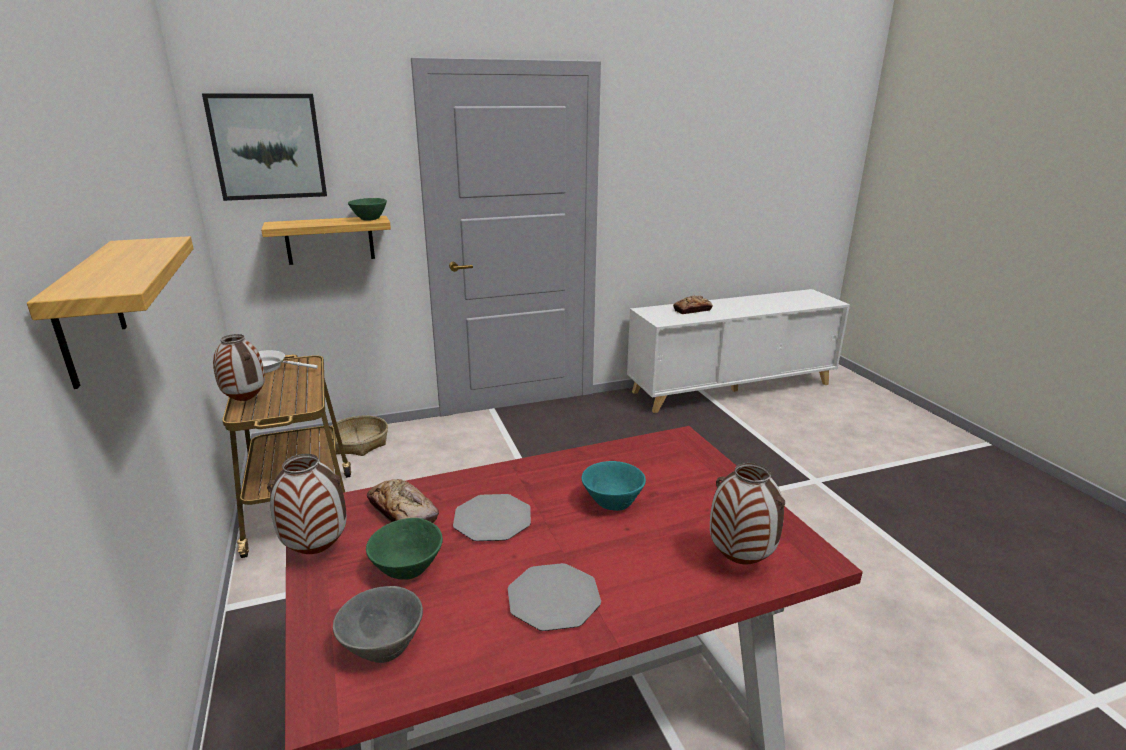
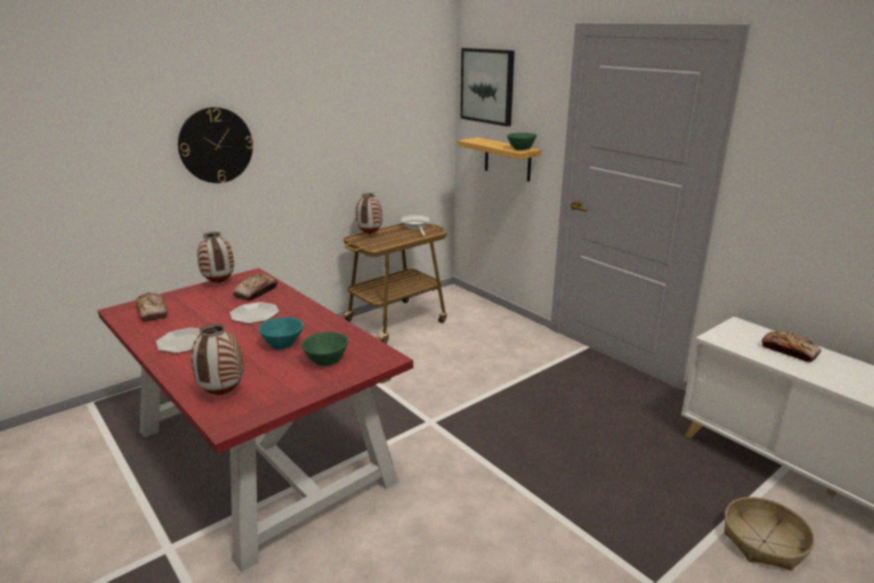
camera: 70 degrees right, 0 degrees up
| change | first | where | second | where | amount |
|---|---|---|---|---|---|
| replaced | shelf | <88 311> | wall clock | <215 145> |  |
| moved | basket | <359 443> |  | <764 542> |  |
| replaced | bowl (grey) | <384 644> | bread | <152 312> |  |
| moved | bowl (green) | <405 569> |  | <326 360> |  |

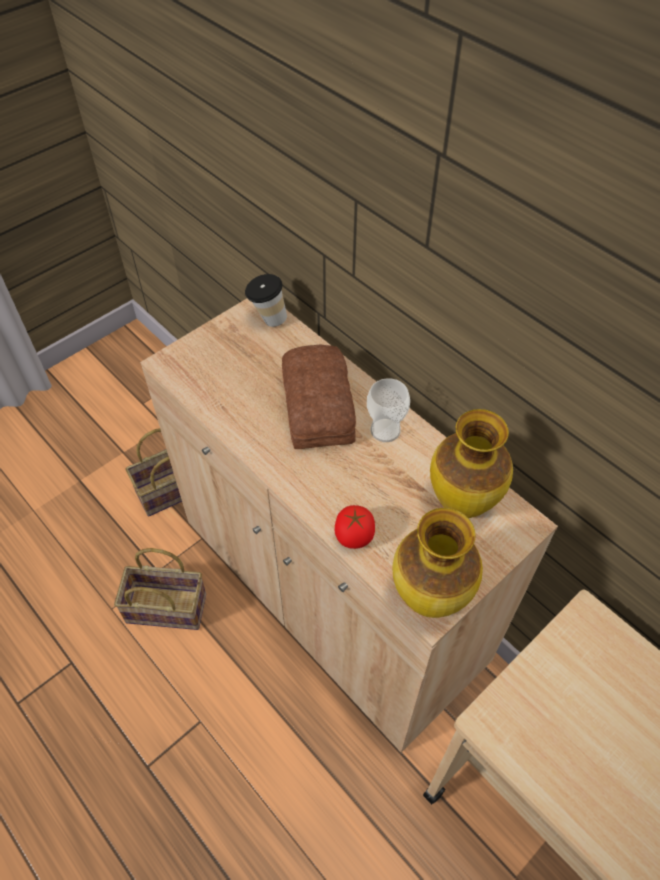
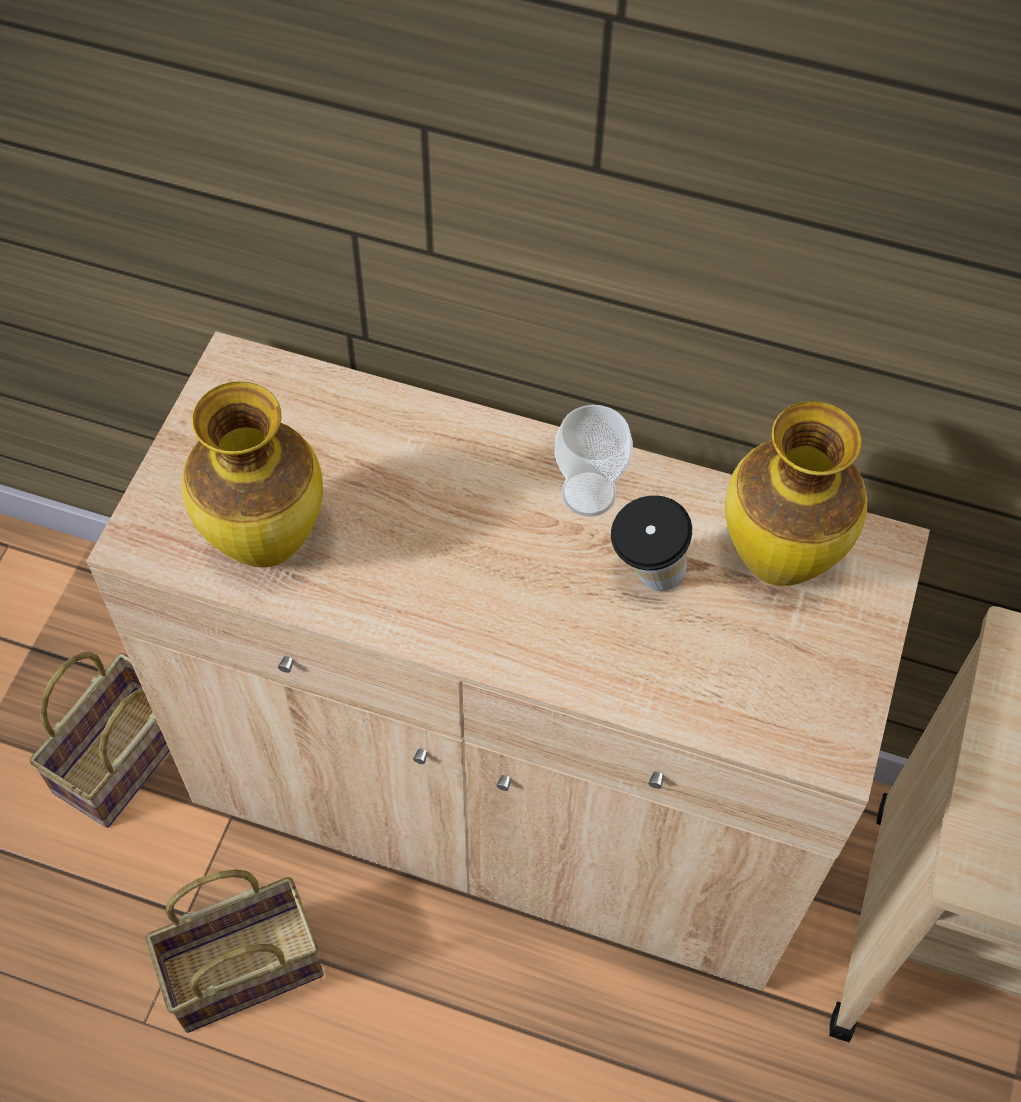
camera: 30 degrees left, 5 degrees up
| change | first | where | second | where | amount |
|---|---|---|---|---|---|
| moved | cup | <267 319> |  | <646 577> |  |
| removed | bread | <319 404> |  |  |  |
| removed | tomato | <354 535> |  |  |  |
| moved | vase | <428 600> |  | <265 546> |  |

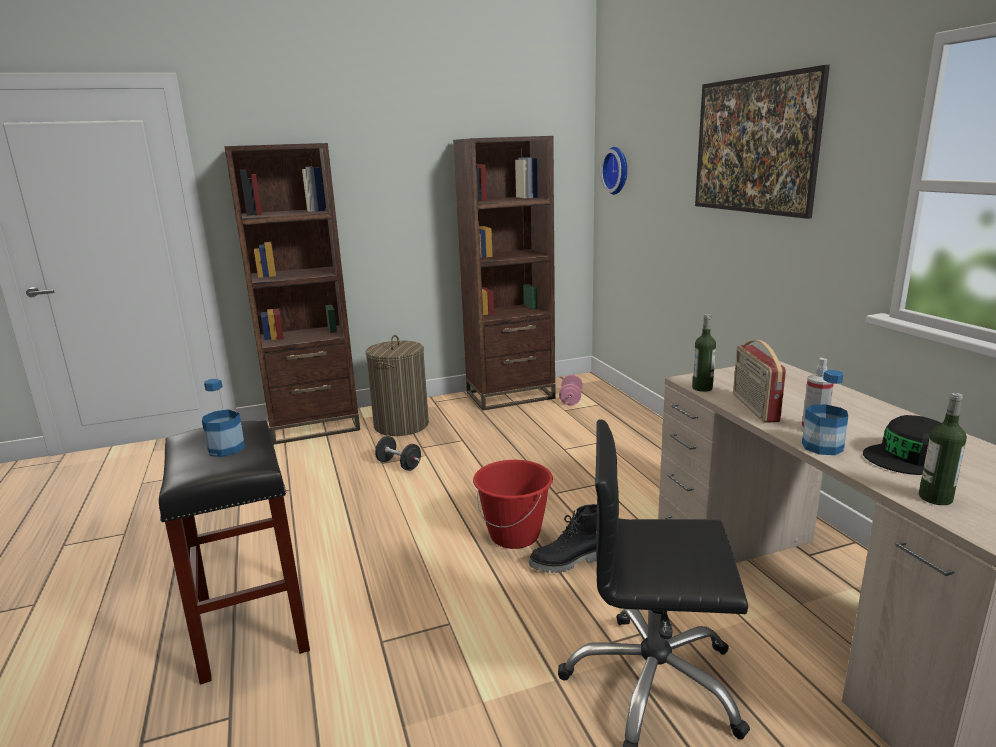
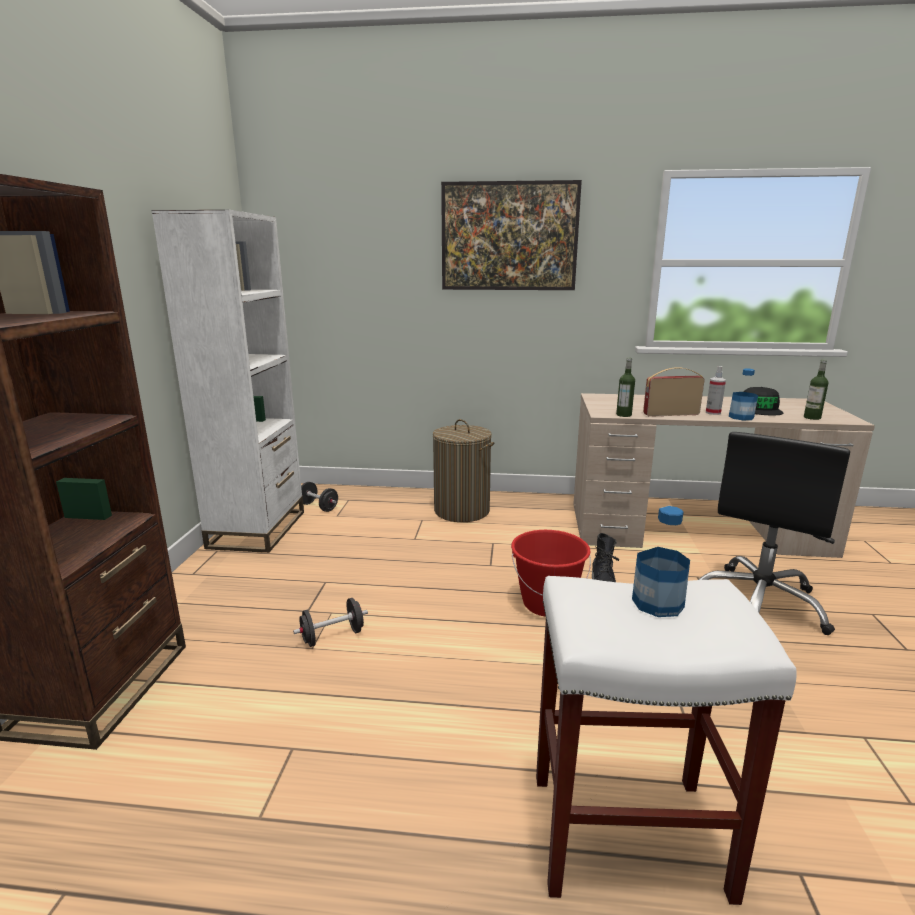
camera: 65 degrees left, 0 degrees up
| change | first | where | second | where | amount |
|---|---|---|---|---|---|
| recoloured | stool (black) | <250 624> | stool (white) | <625 835> |  |
| moved | laundry basket | <401 425> |  | <462 511> |  |
| recoloured | bookcase (brown) | <510 395> | bookcase (white) | <258 529> |  |
| recoloured | dumbbell (pink) | <571 399> | dumbbell (black) | <318 507> |  |
| removed | wall clock | <617 170> |  |  |  |
| turned | radio | <754 408> |  | <670 414> | 150 degrees clockwise |

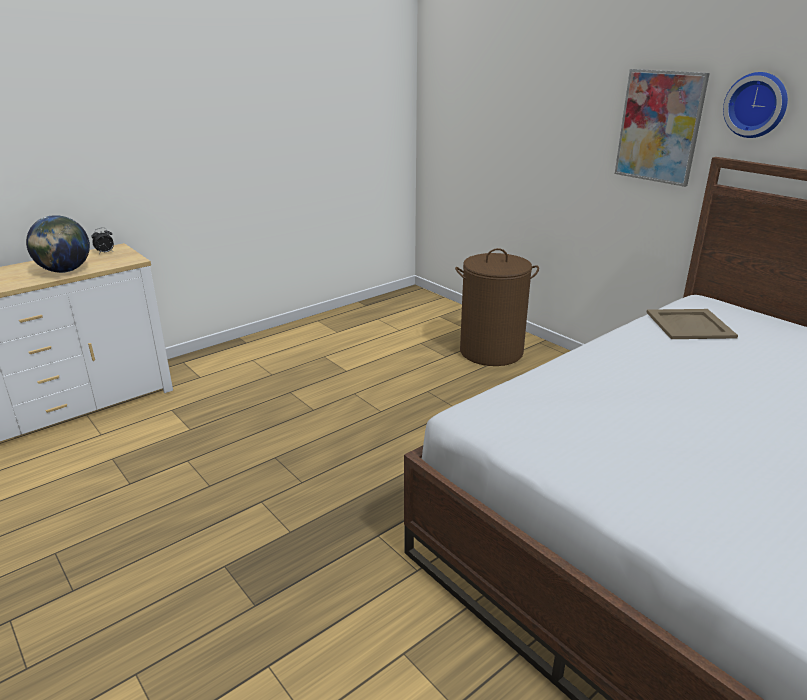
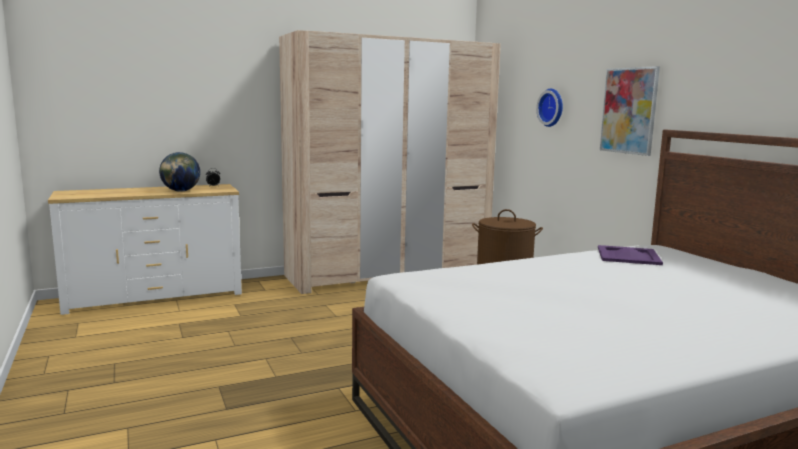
camera: 15 degrees right, 15 degrees down
| change | first | where | second | where | amount |
|---|---|---|---|---|---|
| recoloured | tray (beige) | <690 324> | tray (purple) | <628 256> |  |
| moved | wall clock | <756 105> |  | <552 107> |  |
| added |  |  | wardrobe (beige) | <389 273> |  |

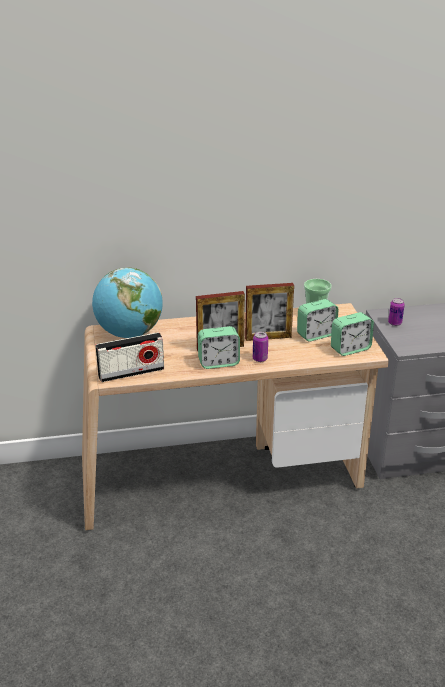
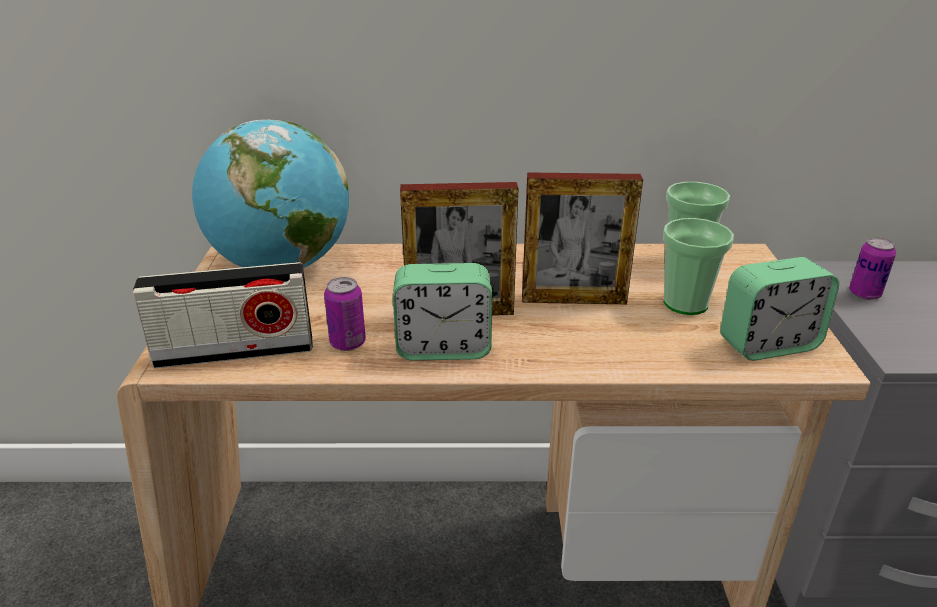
camera: 10 degrees right, 0 degrees up
| change | first | where | second | where | amount |
|---|---|---|---|---|---|
| moved | can | <260 359> |  | <347 343> |  |
| replaced | alarm clock | <316 335> | cup | <685 303> |  |

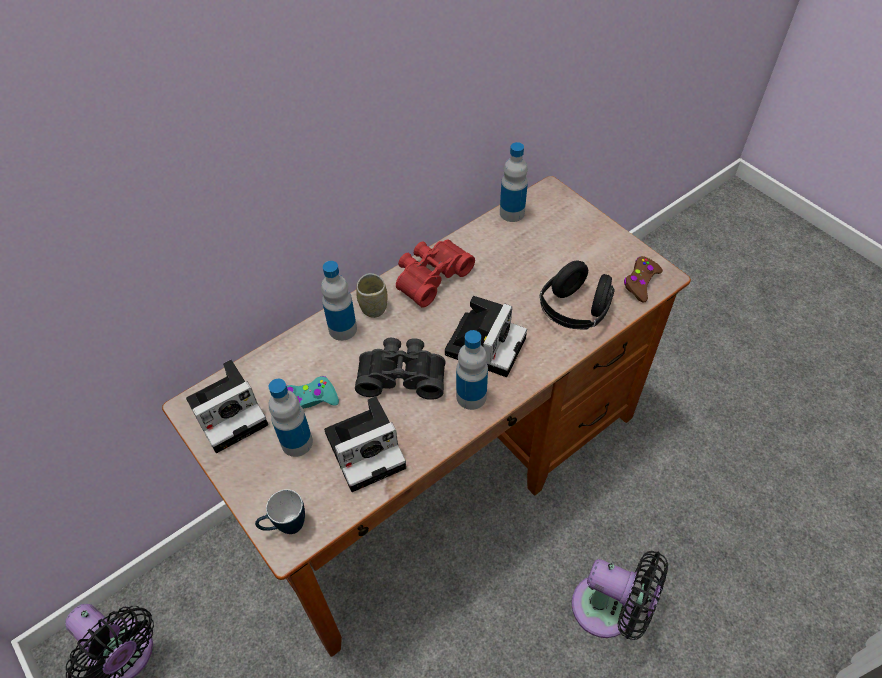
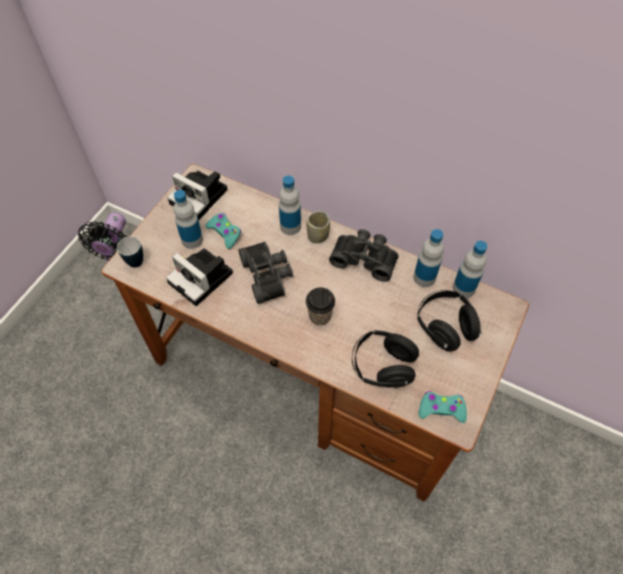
camera: 65 degrees right, 5 degrees up
| change | first | where | second | where | amount |
|---|---|---|---|---|---|
| recoloured | binoculars (red) | <430 276> | binoculars (black) | <365 258> |  |
| replaced | photo camera | <485 343> | cup | <320 316> |  |
| moved | bottle | <471 396> |  | <424 277> |  |
| removed | fan (black) | <609 610> |  |  |  |
| recoloured | game controller (brown) | <640 282> | game controller (turquoise) | <441 409> |  |
| added |  |  | headphones (black) | <445 327> |  |

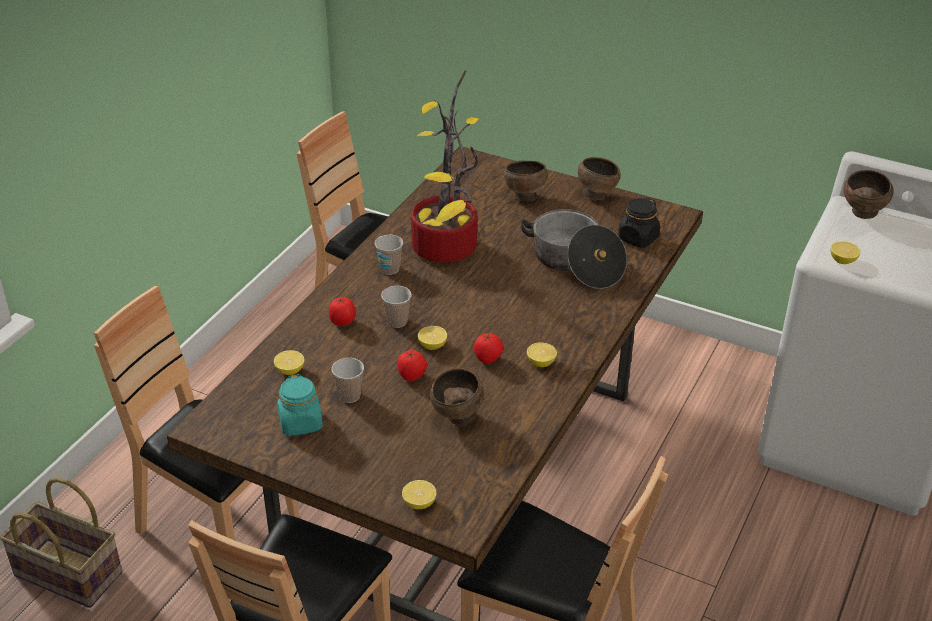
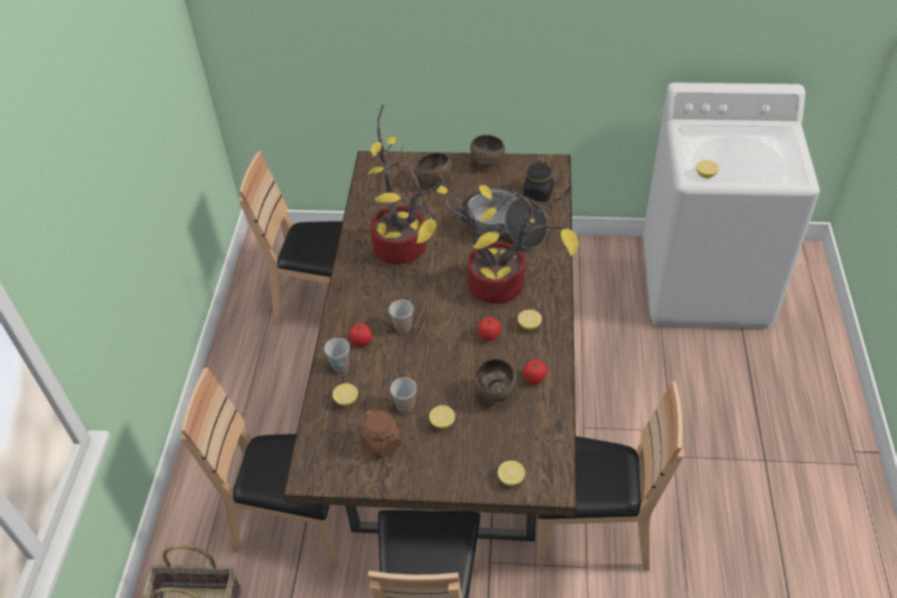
camera: 20 degrees left, 10 degrees up
| change | first | where | second | where | amount |
|---|---|---|---|---|---|
| recoloured | jar (turquoise) | <300 423> | jar (brown) | <382 443> |  |
| moved | cup | <389 269> |  | <340 365> |  |
| moved | tomato | <412 376> |  | <534 379> |  |
| moved | lemon | <432 345> |  | <442 423> |  |
| removed | bowl (brown) | <863 214> |  |  |  |
| added |  |  | potted plant | <501 283> |  |

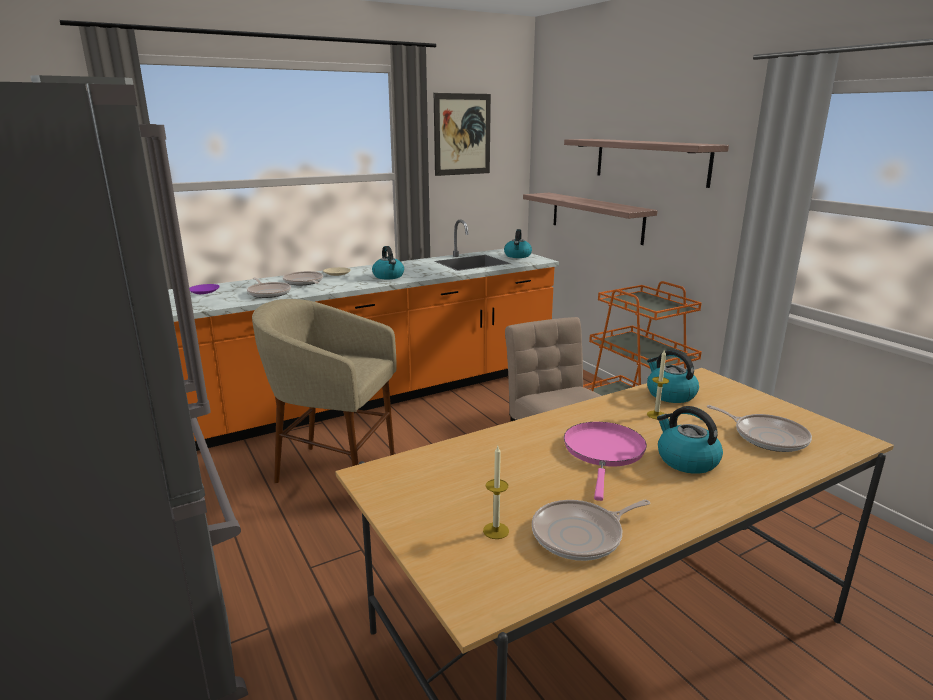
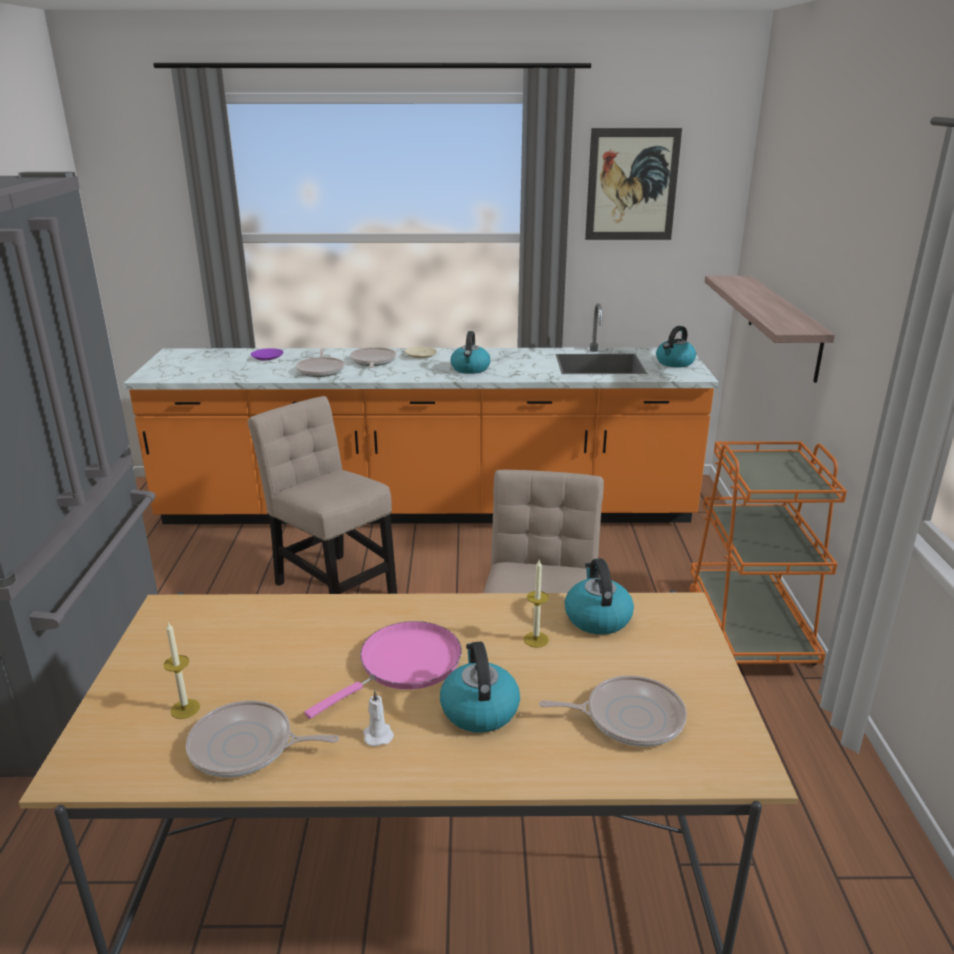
camera: 30 degrees right, 5 degrees up
| change | first | where | second | where | amount |
|---|---|---|---|---|---|
| replaced | stool (beige) | <334 471> | chair (beige) | <332 585> |  |
| removed | shelf | <650 161> |  |  |  |
| turned | frying pan | <766 436> |  | <629 717> | 75 degrees counterclockwise |
| added |  |  | candle (white) | <377 734> |  |

